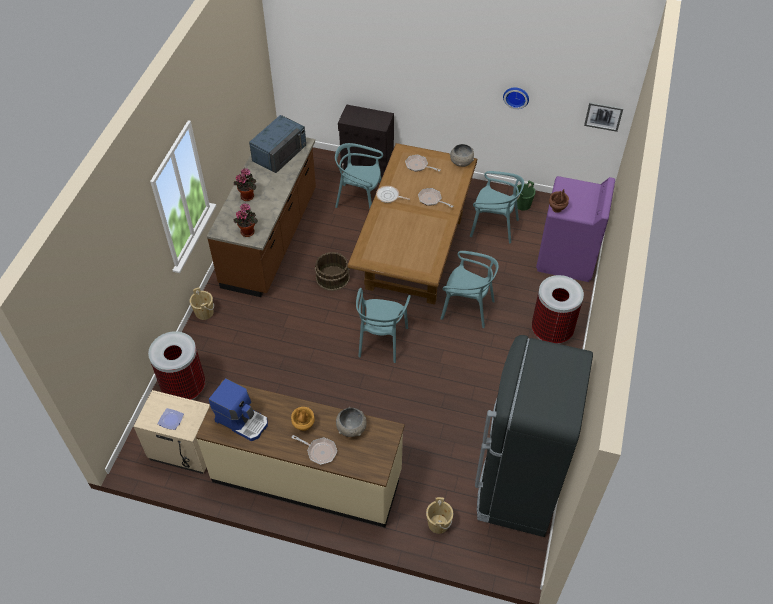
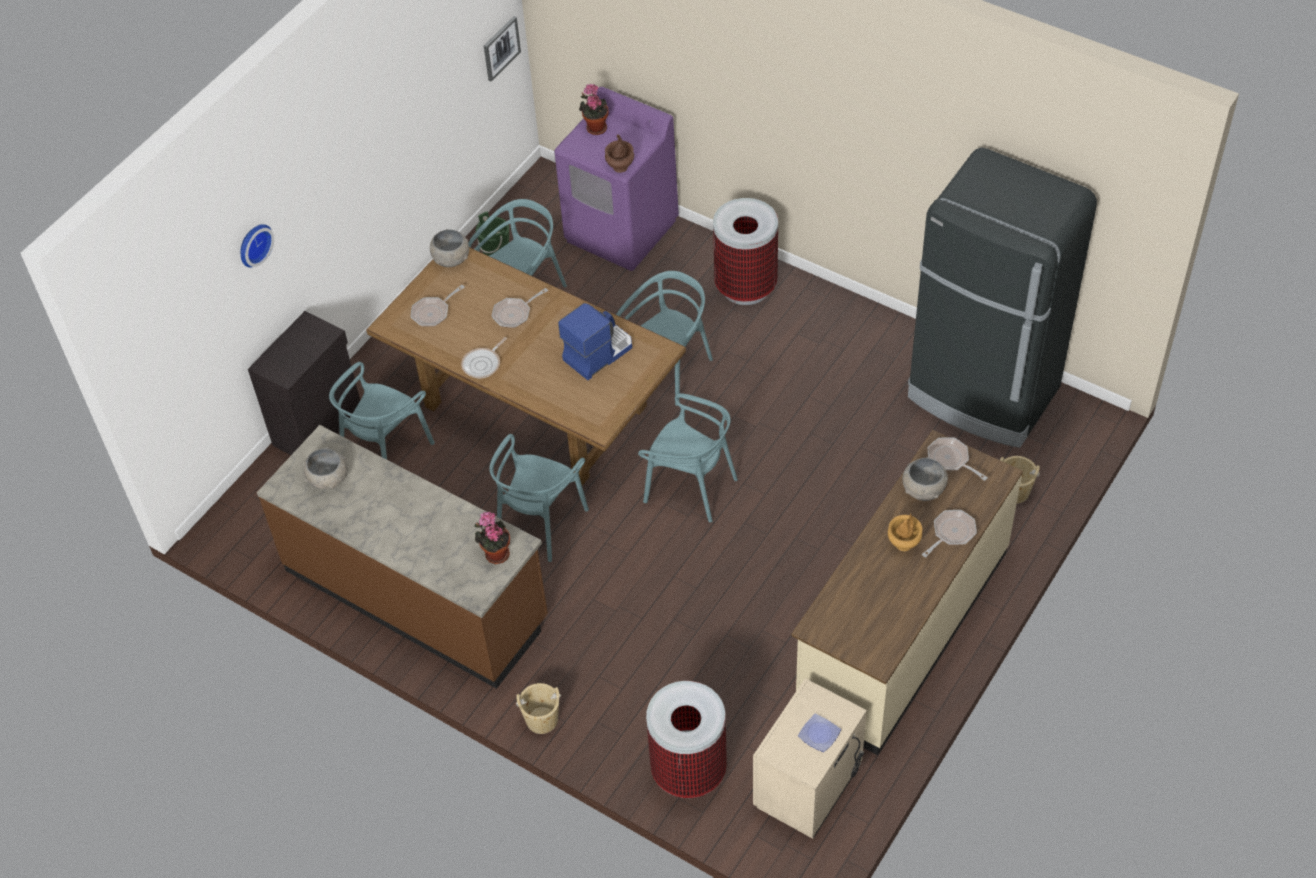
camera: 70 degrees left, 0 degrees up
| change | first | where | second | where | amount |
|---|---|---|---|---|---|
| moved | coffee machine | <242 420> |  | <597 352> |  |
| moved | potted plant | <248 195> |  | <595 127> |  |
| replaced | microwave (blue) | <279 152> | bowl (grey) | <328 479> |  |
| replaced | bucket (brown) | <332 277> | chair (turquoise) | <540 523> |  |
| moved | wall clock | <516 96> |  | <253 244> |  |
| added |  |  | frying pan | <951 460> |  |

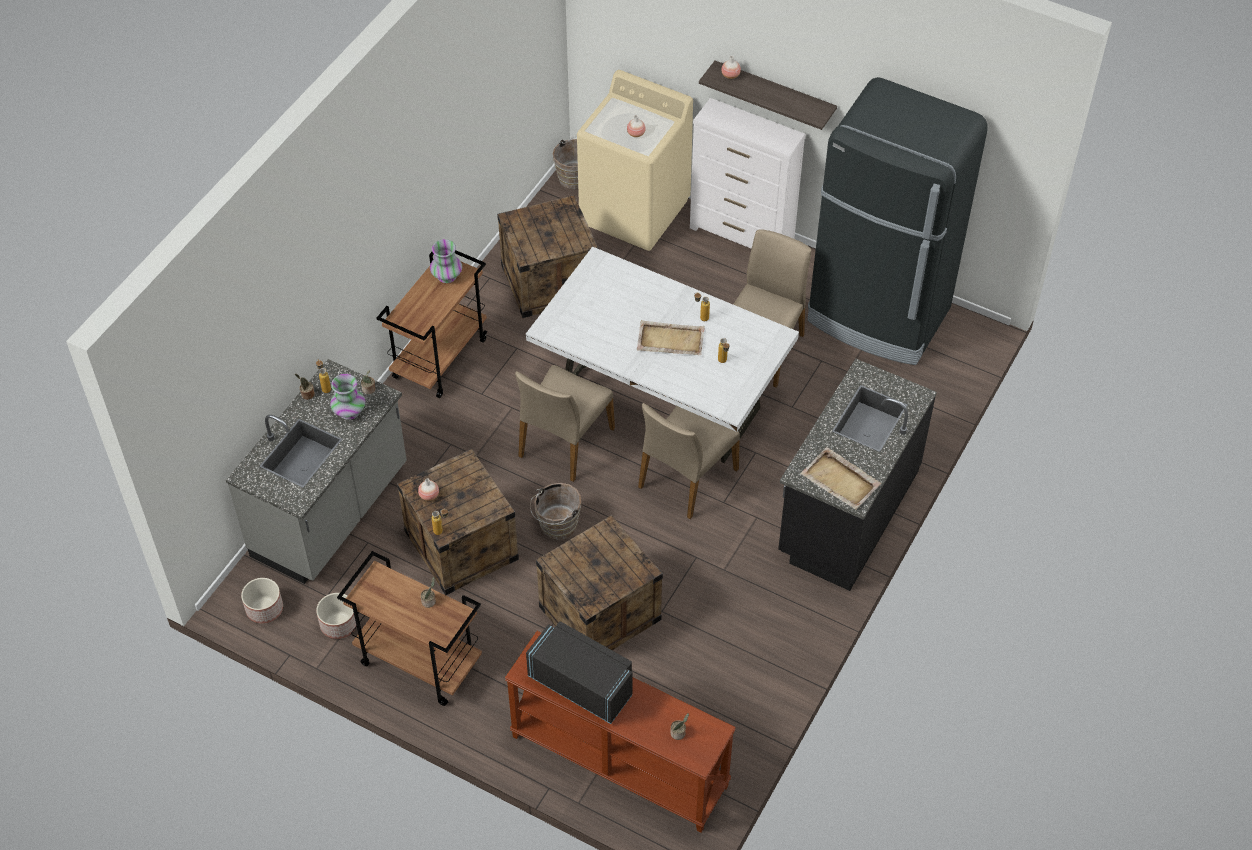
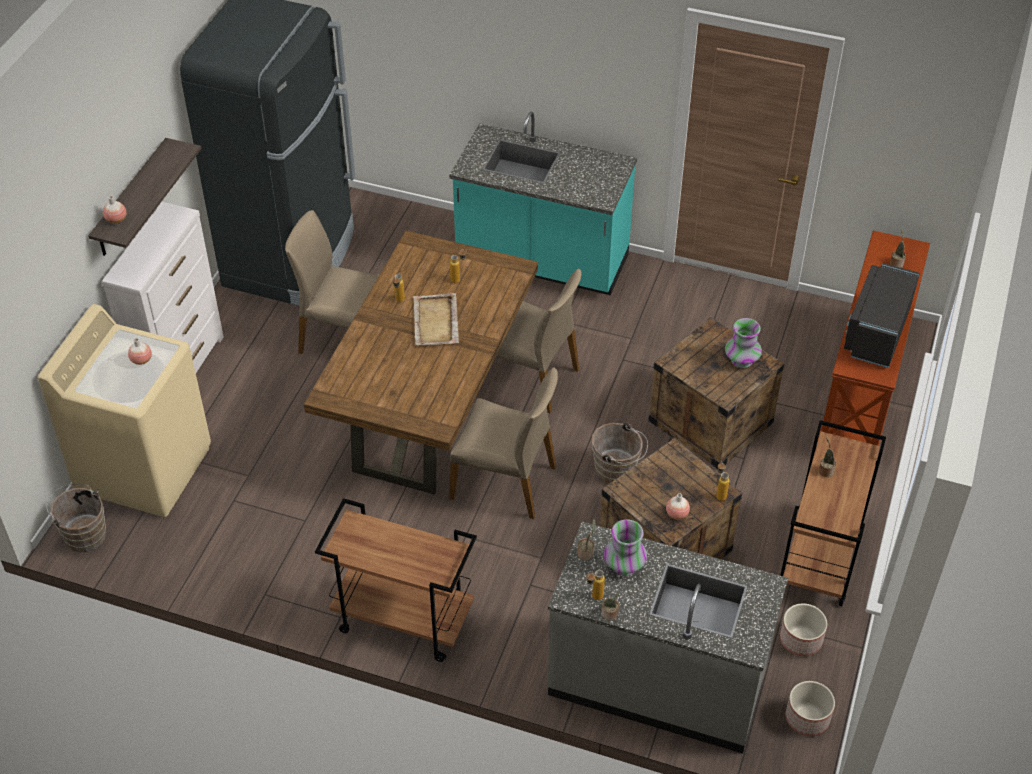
camera: 100 degrees left, 5 degrees down
| change | first | where | second | where | amount |
|---|---|---|---|---|---|
| moved | vase | <446 276> |  | <741 360> |  |
| removed | crate | <549 281> |  |  |  |
| recoloured | dining table (white) | <662 400> | dining table (brown) | <430 408> |  |
| recoloured | counter (black) | <847 513> | counter (turquoise) | <542 262> |  |
| removed | tray (beige) | <841 481> |  |  |  |

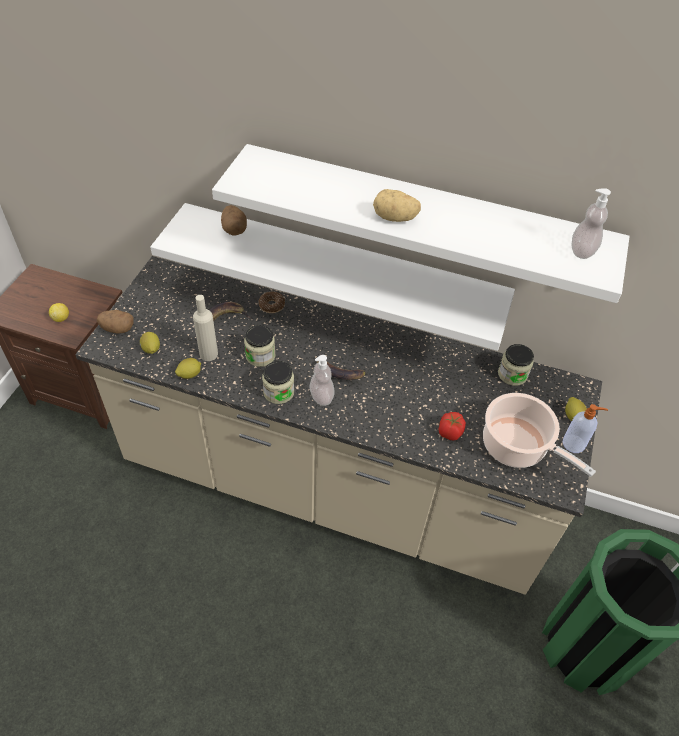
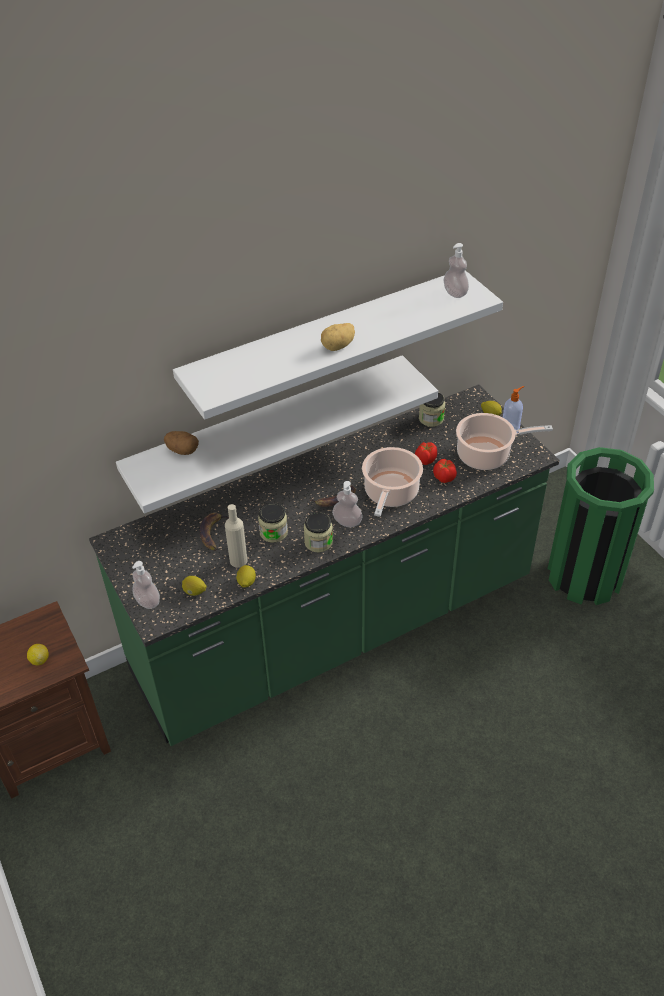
camera: 45 degrees left, 5 degrees down
| change | first | where | second | where | amount |
|---|---|---|---|---|---|
| recoloured | counter (beige) | <332 488> | counter (green) | <335 629> |  |
| replaced | potato | <117 329> | soap dispenser | <148 601> |  |
| removed | donut | <271 305> |  |  |  |
| added |  |  | cooking pot | <390 494> |  |
| added |  |  | tomato | <425 460> |  |

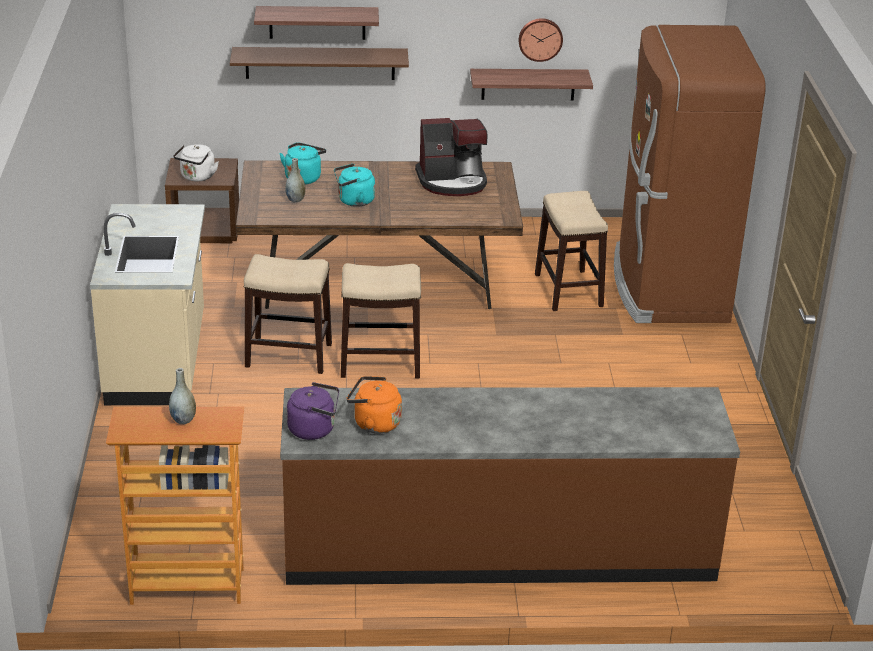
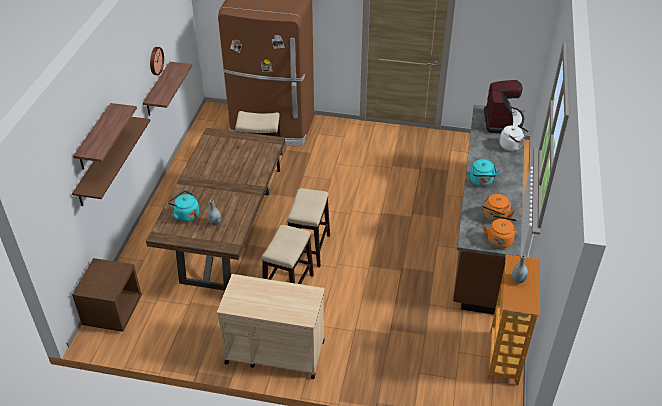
camera: 75 degrees left, 10 degrees up
| change | first | where | second | where | amount |
|---|---|---|---|---|---|
| replaced | counter (beige) | <158 361> | cart (beige) | <274 352> |  |
| moved | kettle (white) | <197 177> |  | <512 146> |  |
| recoloured | kettle (purple) | <314 429> | kettle (orange) | <499 240> |  |
| moved | kettle (turquoise) | <353 201> |  | <481 182> |  |
| moved | coffee machine | <452 181> |  | <502 121> |  |

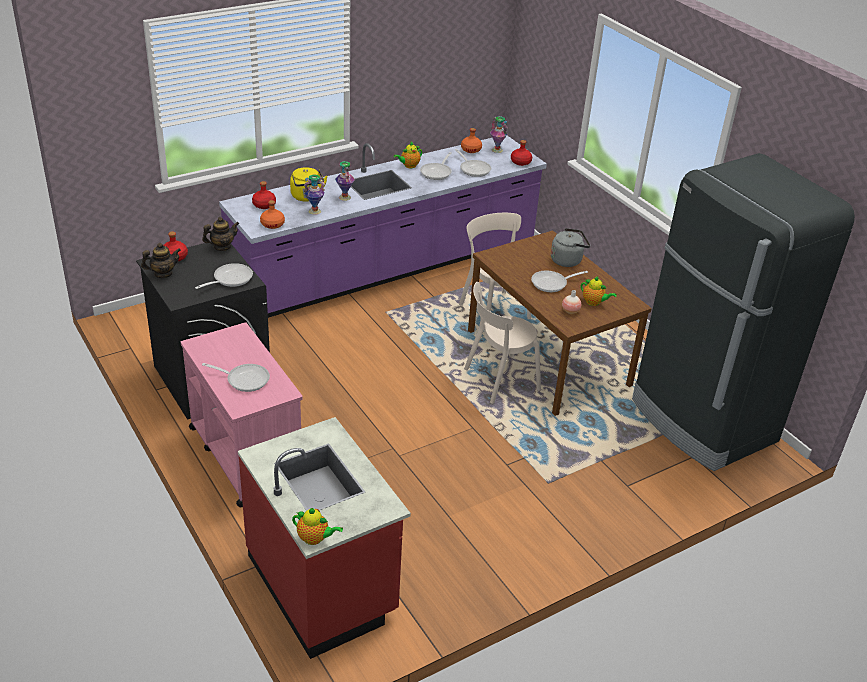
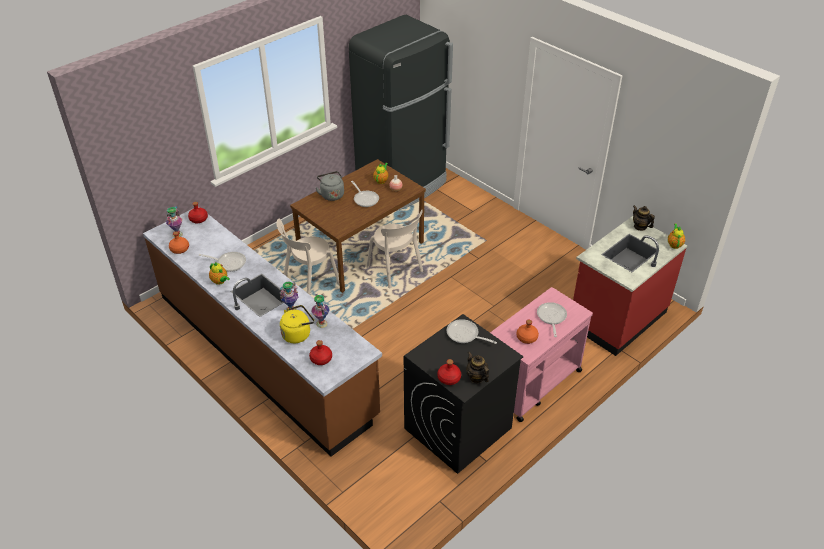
camera: 100 degrees left, 5 degrees up
| change | first | where | second | where | amount |
|---|---|---|---|---|---|
| moved | teapot | <222 247> |  | <640 227> |  |
| recoloured | counter (purple) | <387 269> | counter (brown) | <264 353> |  |
| moved | bottle (orange) | <272 224> |  | <526 337> |  |
| removed | frying pan | <473 169> |  |  |  |

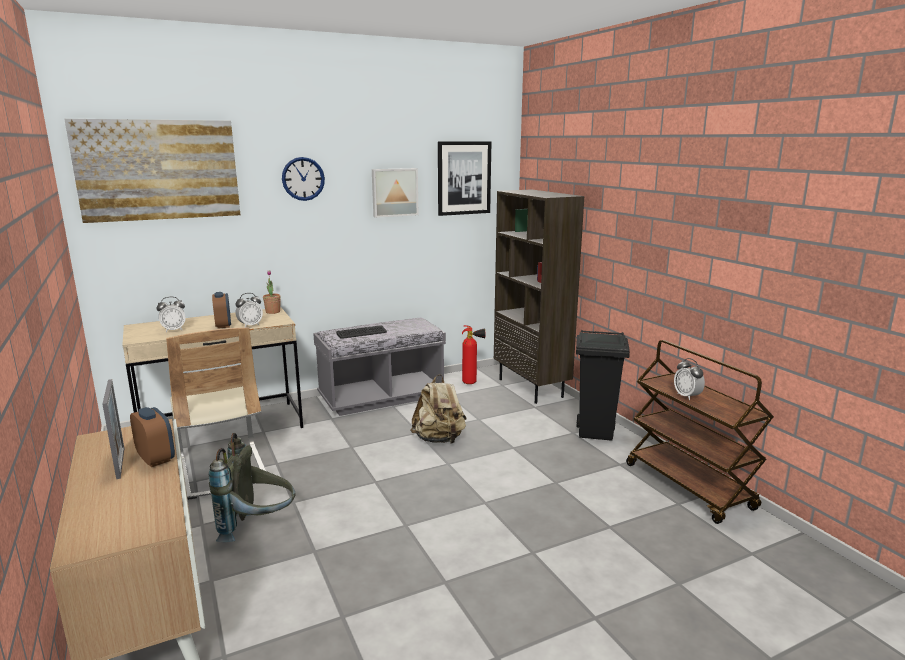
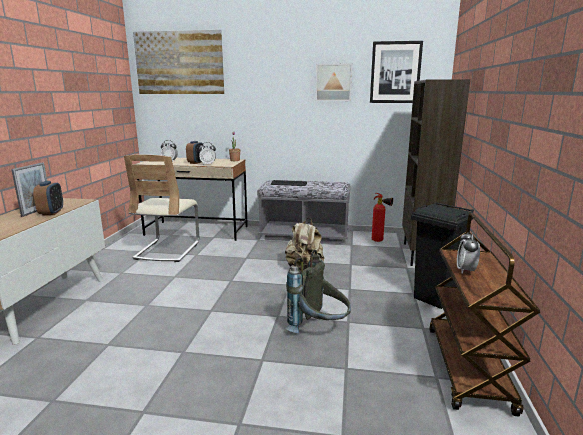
camera: 35 degrees right, 0 degrees up
| change | first | where | second | where | amount |
|---|---|---|---|---|---|
| moved | backpack (grey) | <258 528> |  | <319 330> |  |
| removed | wall clock | <303 179> |  |  |  |

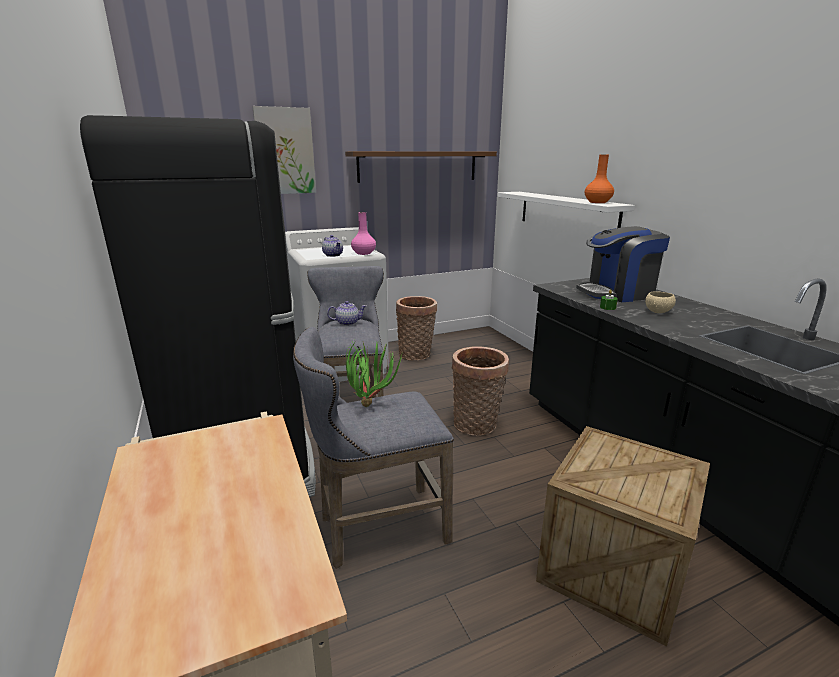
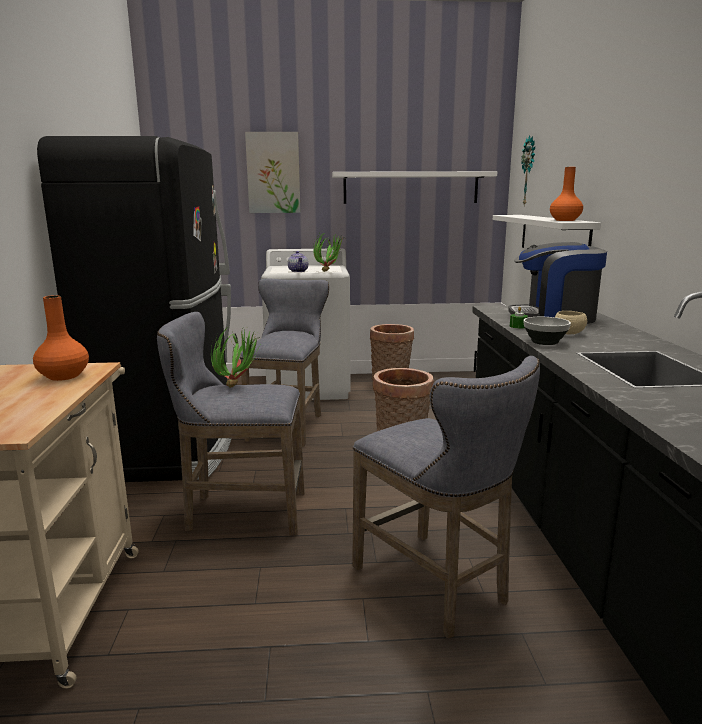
camera: 20 degrees right, 5 degrees down
| change | first | where | second | where | amount |
|---|---|---|---|---|---|
| removed | teapot | <348 322> |  |  |  |
| recoloured | shelf (brown) | <418 166> | shelf (white) | <410 188> |  |
| replaced | vase (pink) | <364 253> | potted plant | <329 271> |  |
| replaced | crate | <612 568> | stool (grey) | <436 587> |  |
| added |  |  | vase (orange) | <63 376> |  |
| added |  |  | wall clock | <529 171> |  |
| added |  |  | bowl | <545 342> |  |

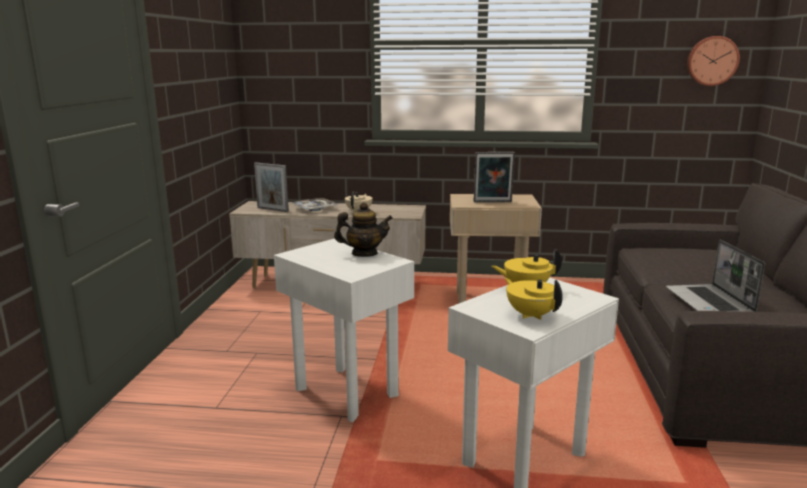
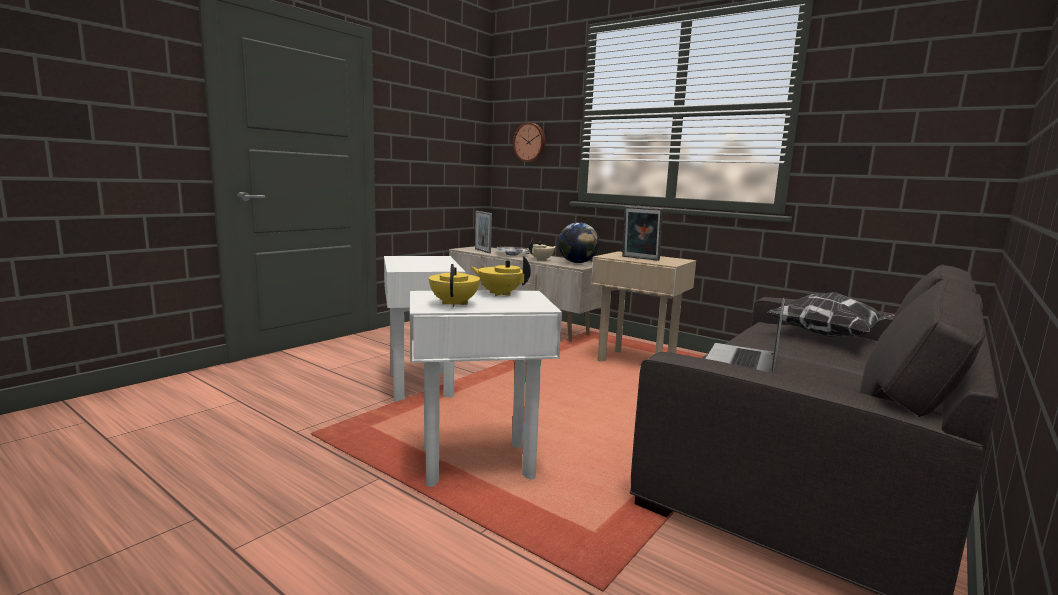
camera: 30 degrees right, 5 degrees down
| change | first | where | second | where | amount |
|---|---|---|---|---|---|
| removed | teapot | <364 254> |  |  |  |
| moved | wall clock | <712 61> |  | <530 142> |  |
| added |  |  | globe | <577 263> |  |
| added |  |  | pillow | <830 336> |  |

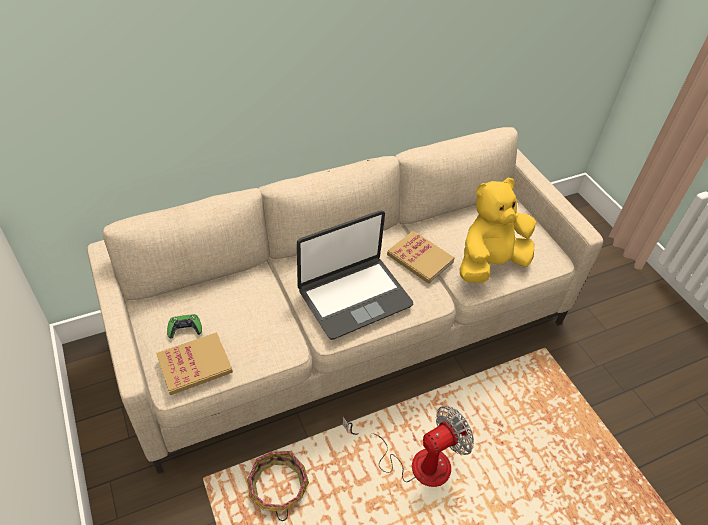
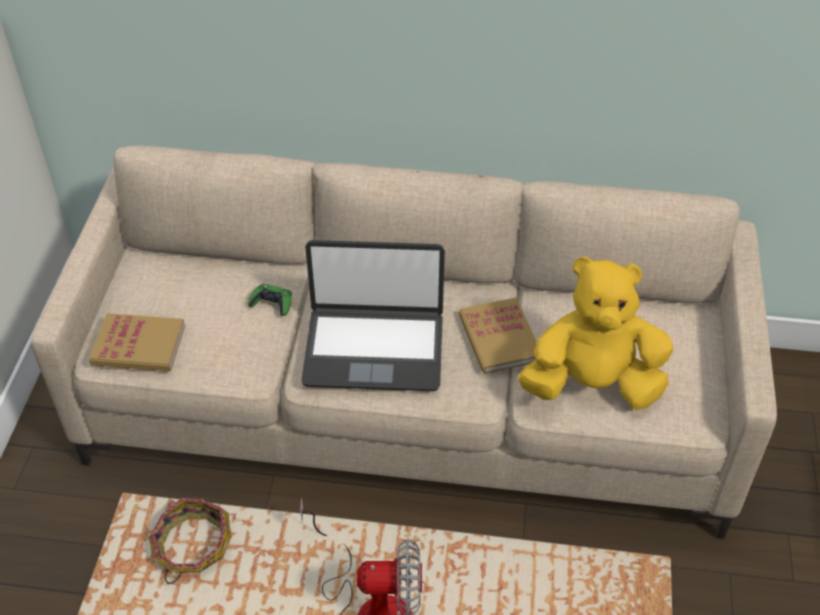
camera: 35 degrees right, 0 degrees up
| change | first | where | second | where | amount |
|---|---|---|---|---|---|
| moved | game controller (green) | <185 328> |  | <272 303> |  |

